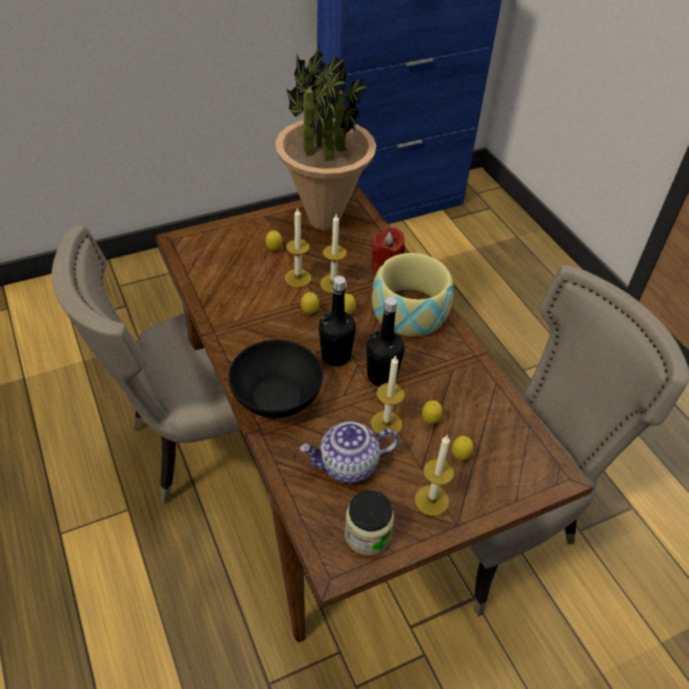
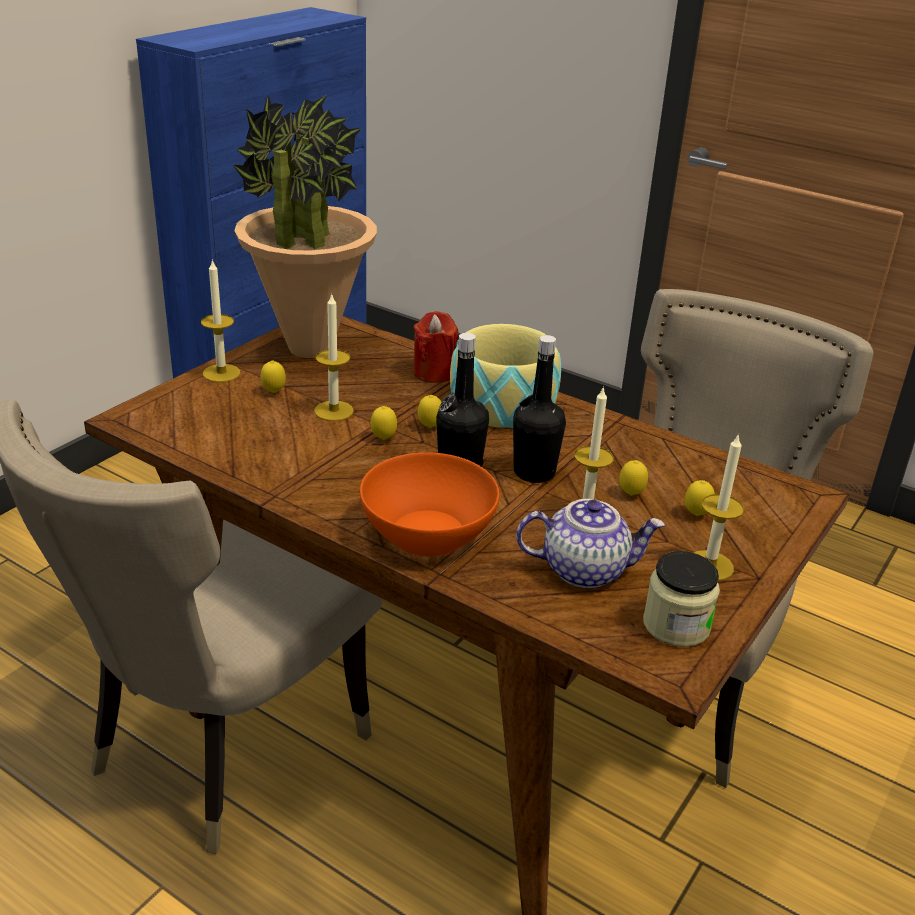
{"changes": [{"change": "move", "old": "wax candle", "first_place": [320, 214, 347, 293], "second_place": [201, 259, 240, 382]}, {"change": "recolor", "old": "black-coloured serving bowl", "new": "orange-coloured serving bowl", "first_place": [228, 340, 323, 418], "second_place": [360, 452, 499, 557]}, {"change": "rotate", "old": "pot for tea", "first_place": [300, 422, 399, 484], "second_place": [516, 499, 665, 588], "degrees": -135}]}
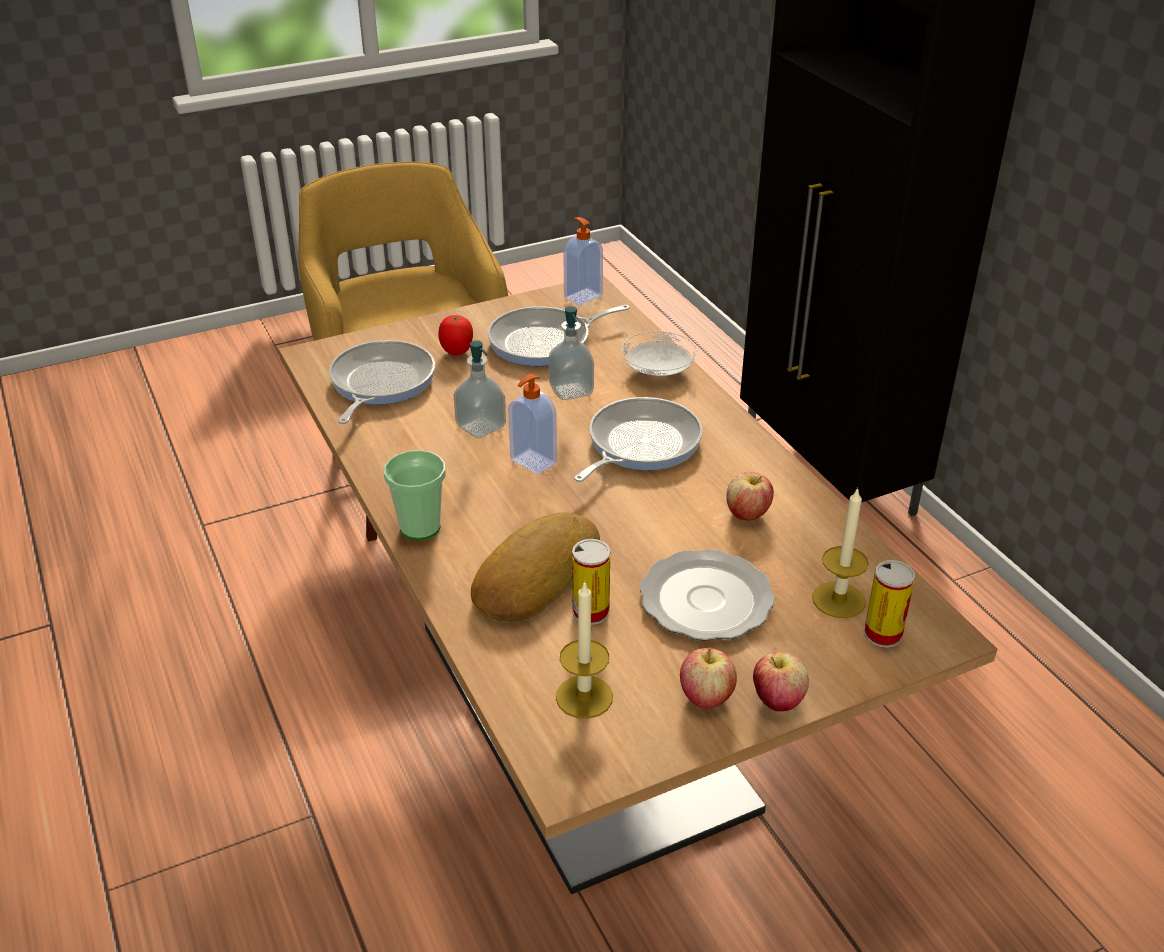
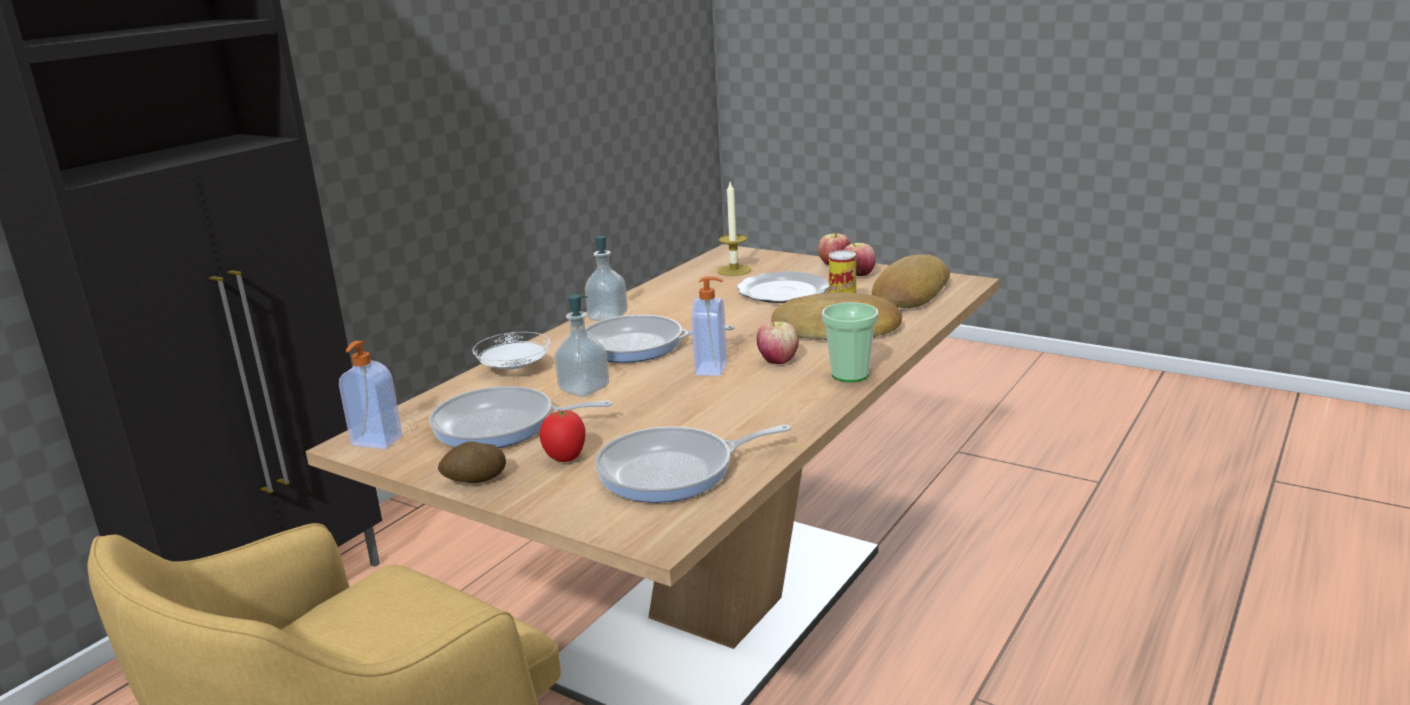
{"changes": [{"change": "delete", "old": "sealed can", "first_place": [864, 560, 915, 648]}, {"change": "insert", "new": "spud", "second_place": [438, 441, 506, 483]}, {"change": "move", "old": "soap dispenser", "first_place": [454, 340, 506, 438], "second_place": [585, 236, 628, 321]}, {"change": "move", "old": "apple fruit", "first_place": [726, 472, 774, 520], "second_place": [757, 318, 799, 364]}, {"change": "replace", "old": "wax candle", "new": "bread", "first_place": [556, 581, 613, 719], "second_place": [872, 254, 950, 308]}, {"change": "rotate", "old": "pan", "first_place": [488, 305, 630, 366], "second_place": [429, 386, 613, 448], "degrees": 150}]}
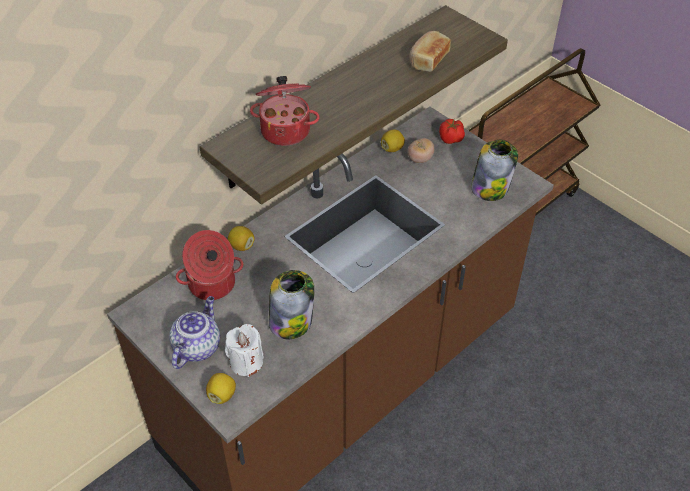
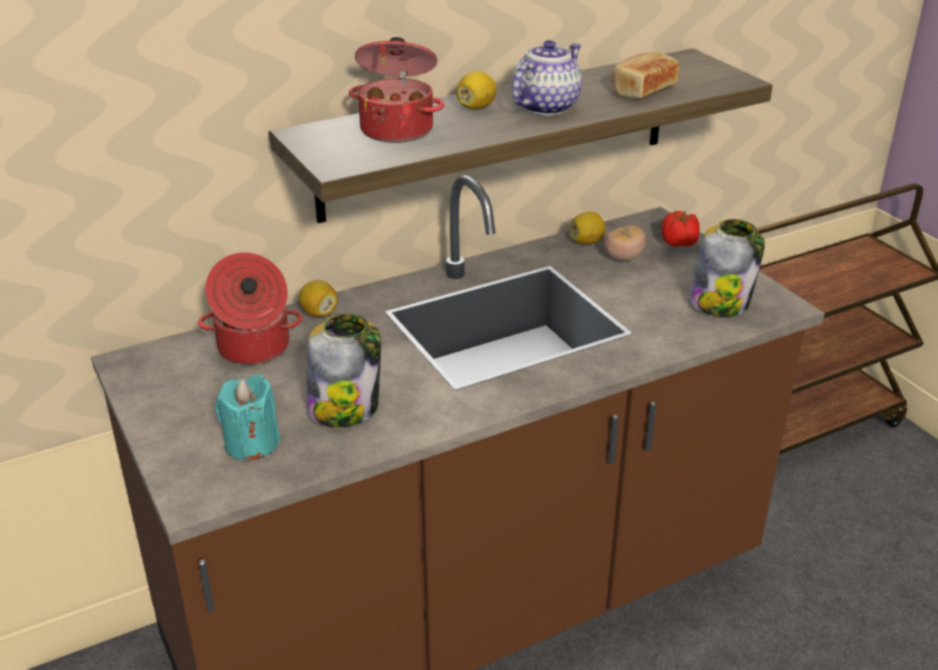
{"changes": [{"change": "move", "old": "pot for tea", "first_place": [169, 296, 220, 369], "second_place": [512, 40, 582, 115]}, {"change": "move", "old": "whole lemon", "first_place": [206, 373, 236, 404], "second_place": [456, 71, 497, 110]}, {"change": "recolor", "old": "white wax candle", "new": "blue-green wax candle", "first_place": [225, 324, 264, 377], "second_place": [215, 374, 280, 462]}]}
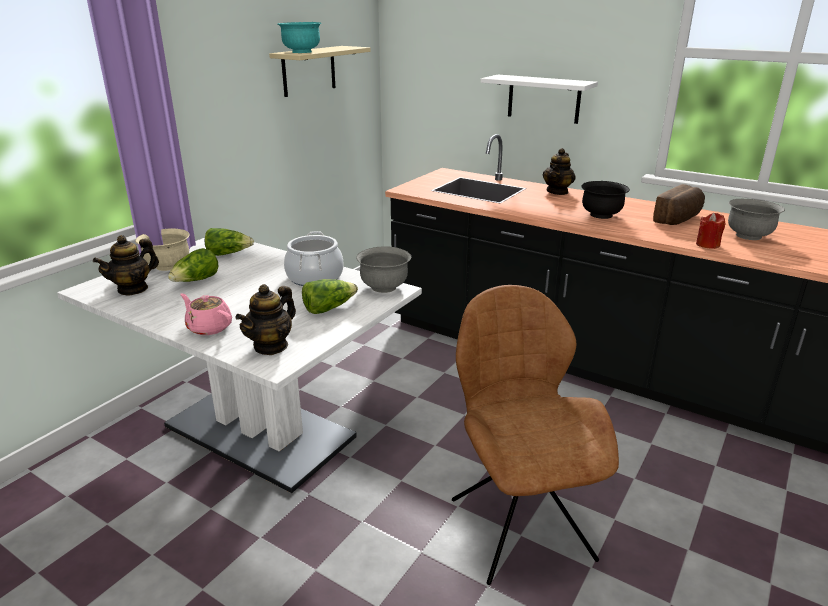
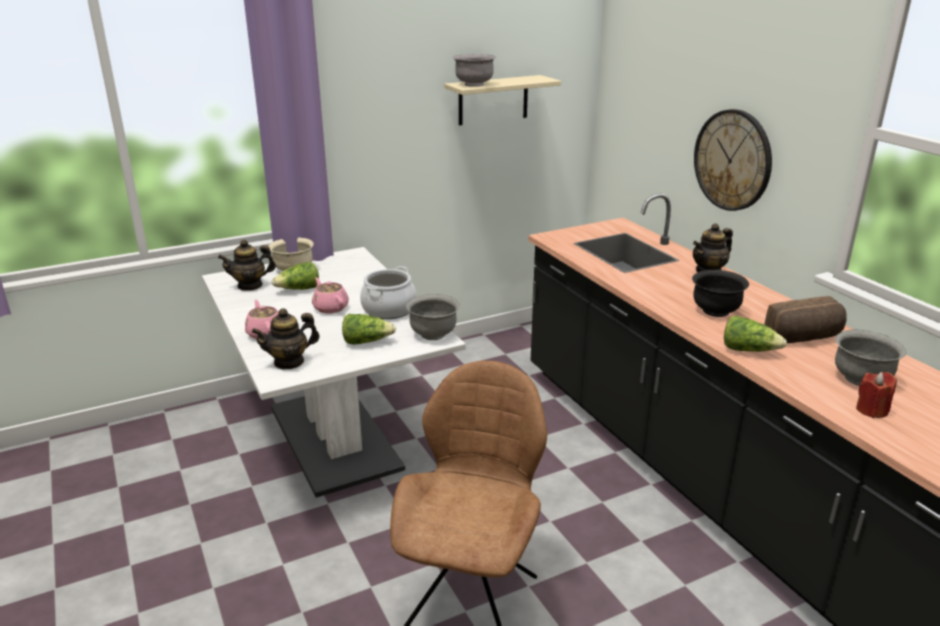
{"changes": [{"change": "insert", "new": "pink-coloured pot for tea", "second_place": [312, 277, 349, 313]}, {"change": "move", "old": "lettuce", "first_place": [205, 228, 254, 256], "second_place": [724, 316, 787, 352]}, {"change": "move", "old": "red-coloured wax candle", "first_place": [696, 213, 726, 249], "second_place": [856, 372, 897, 418]}, {"change": "replace", "old": "white shelf", "new": "wall clock", "first_place": [481, 75, 598, 124], "second_place": [694, 109, 772, 211]}, {"change": "recolor", "old": "blue-green serving bowl", "new": "grey serving bowl", "first_place": [278, 22, 321, 53], "second_place": [452, 54, 496, 87]}]}
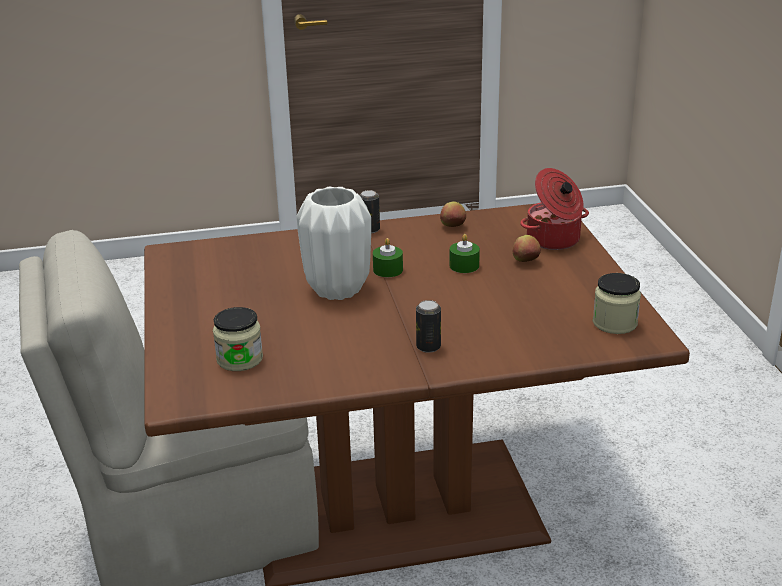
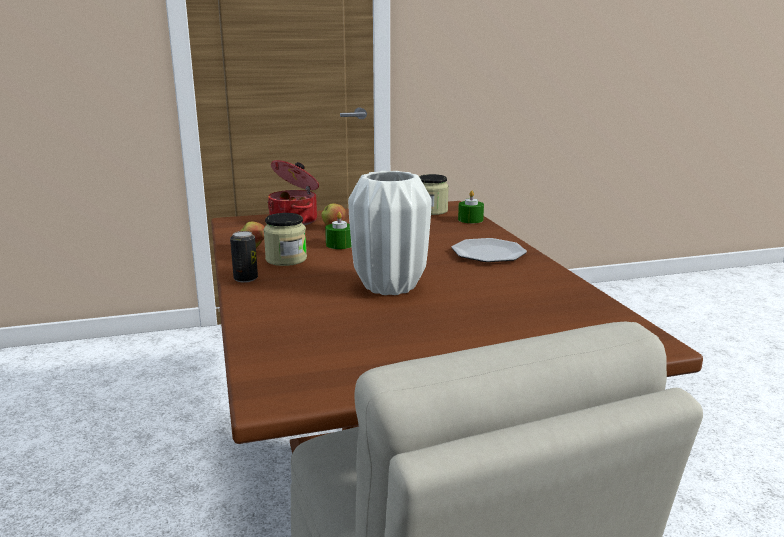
{"changes": [{"change": "move", "old": "storage jar", "first_place": [213, 307, 263, 371], "second_place": [263, 213, 307, 266]}, {"change": "move", "old": "green-coloured wax candle", "first_place": [373, 238, 403, 277], "second_place": [458, 190, 484, 223]}, {"change": "replace", "old": "sealed can", "new": "dinner plate", "first_place": [416, 300, 441, 353], "second_place": [451, 238, 527, 262]}]}
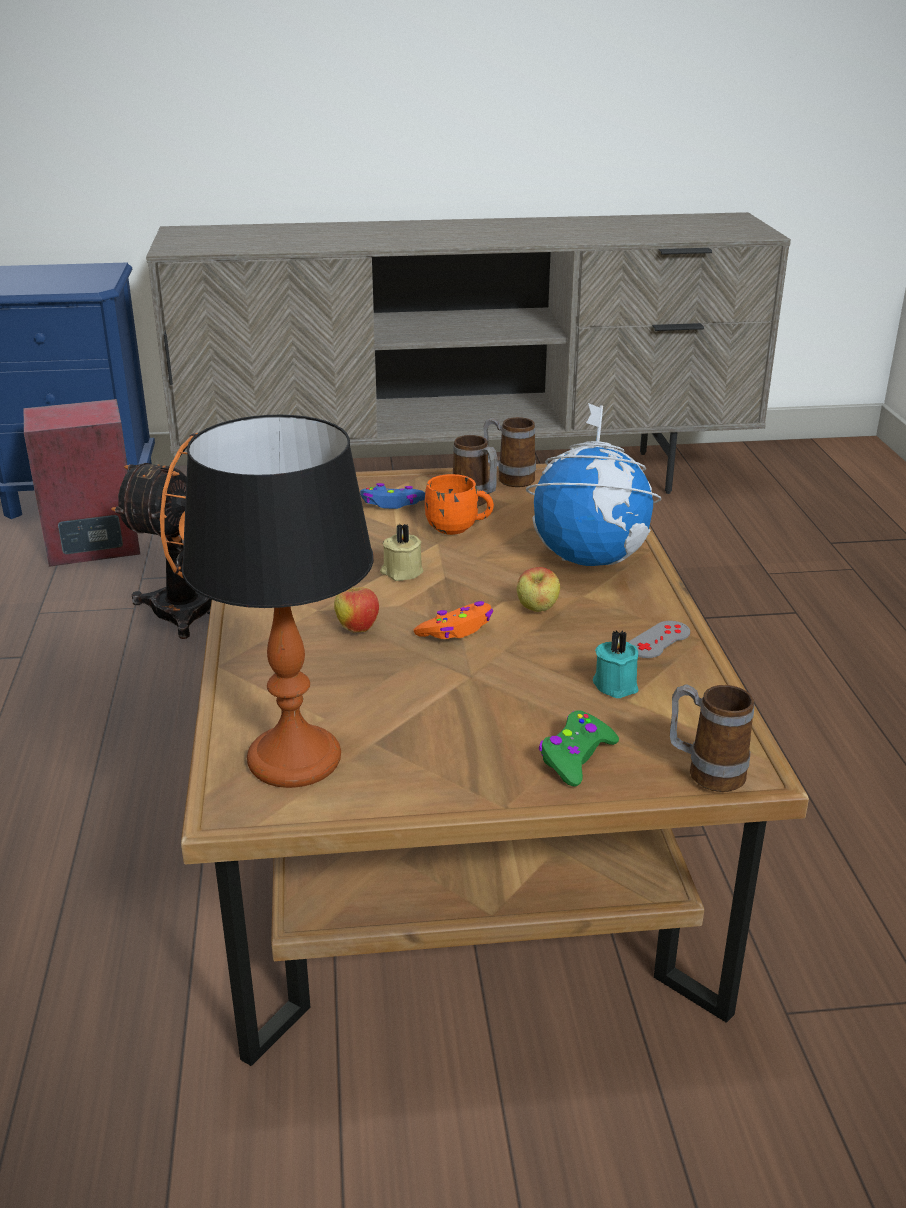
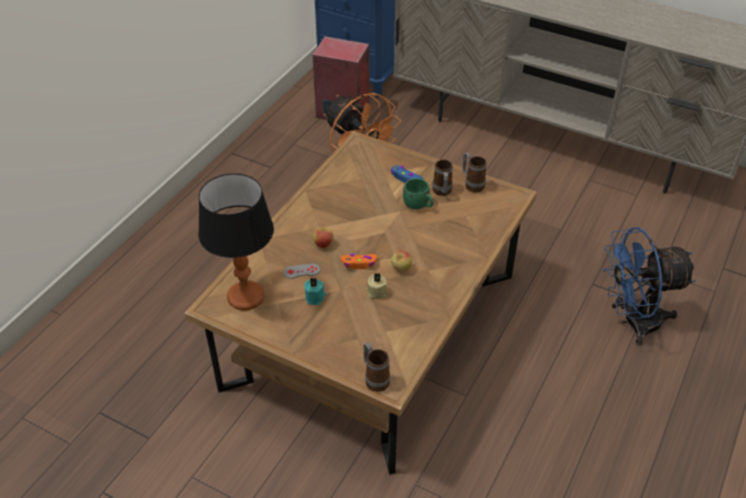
{"changes": [{"change": "delete", "old": "desk globe", "first_place": [526, 403, 661, 566]}, {"change": "delete", "old": "green-coloured game controller", "first_place": [539, 710, 619, 786]}, {"change": "insert", "new": "blue-coloured electric fan", "second_place": [603, 227, 696, 346]}, {"change": "move", "old": "beige wax candle", "first_place": [380, 523, 423, 581], "second_place": [366, 273, 387, 299]}, {"change": "move", "old": "blue-green wax candle", "first_place": [593, 630, 639, 698], "second_place": [304, 277, 326, 305]}, {"change": "move", "old": "grey game controller", "first_place": [628, 621, 690, 658], "second_place": [283, 263, 320, 279]}, {"change": "recolor", "old": "orange-coloured coffee mug", "new": "green-coloured coffee mug", "first_place": [425, 474, 494, 535], "second_place": [403, 178, 434, 210]}]}
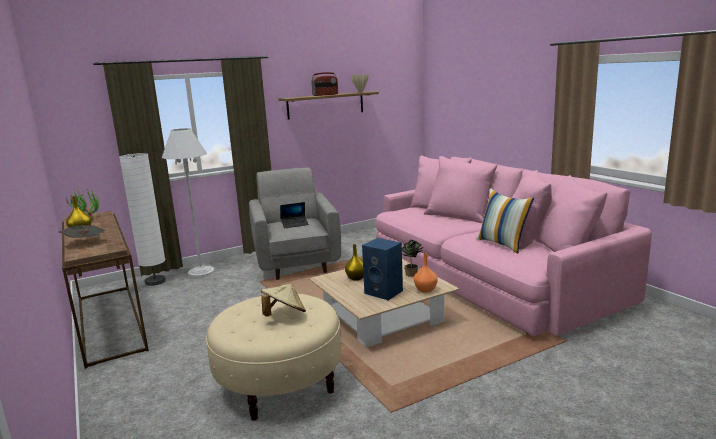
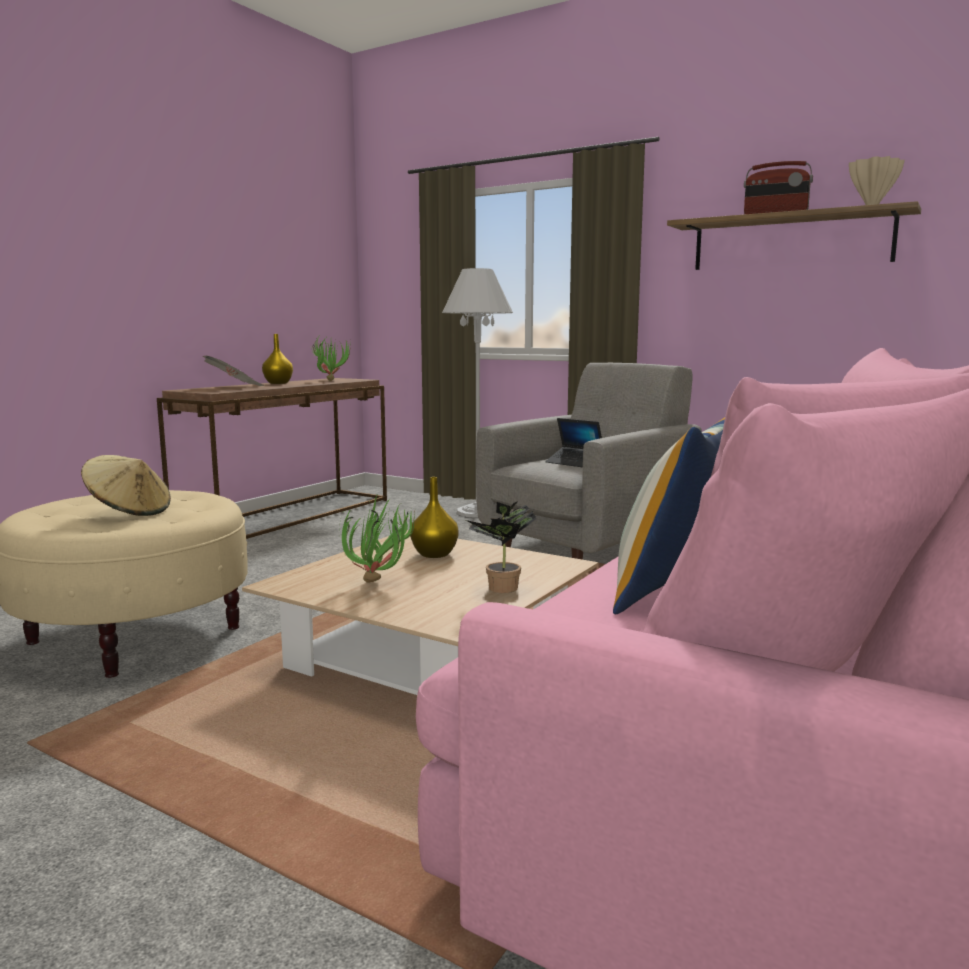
{"changes": [{"change": "delete", "old": "white floor lamp", "first_place": [119, 153, 166, 286]}, {"change": "delete", "old": "orange-coloured decorative vase", "first_place": [414, 254, 438, 293]}, {"change": "replace", "old": "blue-coloured speaker", "new": "plant in a pot", "first_place": [362, 238, 403, 300], "second_place": [339, 493, 415, 583]}]}
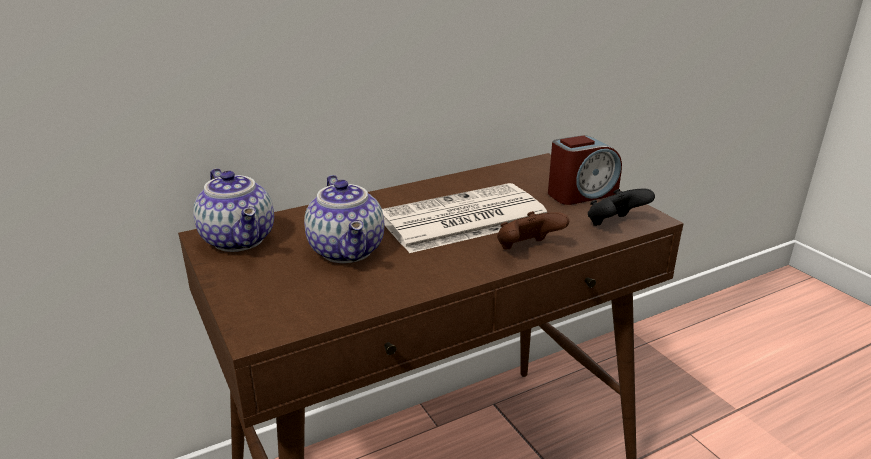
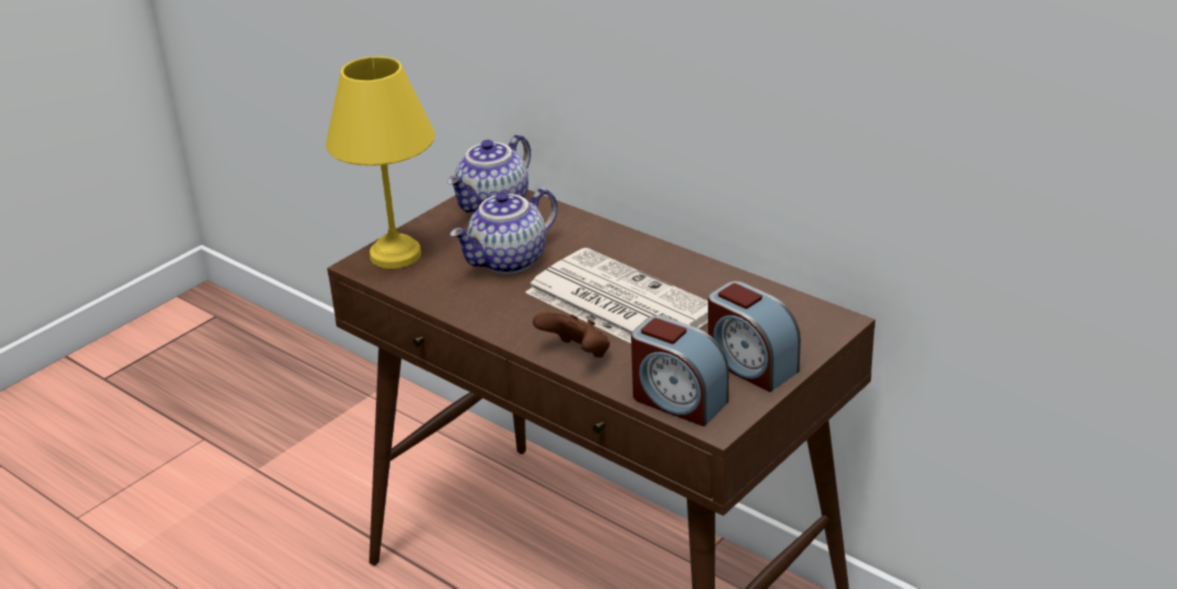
{"changes": [{"change": "insert", "new": "yellow-coloured tabletop lamp", "second_place": [326, 56, 435, 269]}, {"change": "replace", "old": "black-coloured game controller", "new": "bedside clock", "first_place": [588, 188, 655, 226], "second_place": [631, 315, 729, 427]}]}
